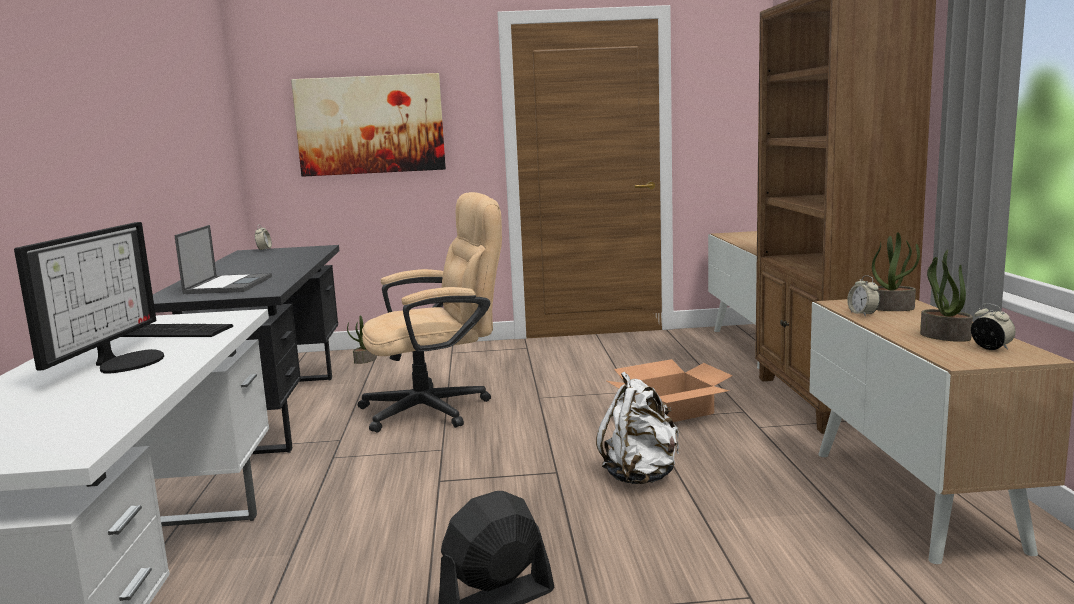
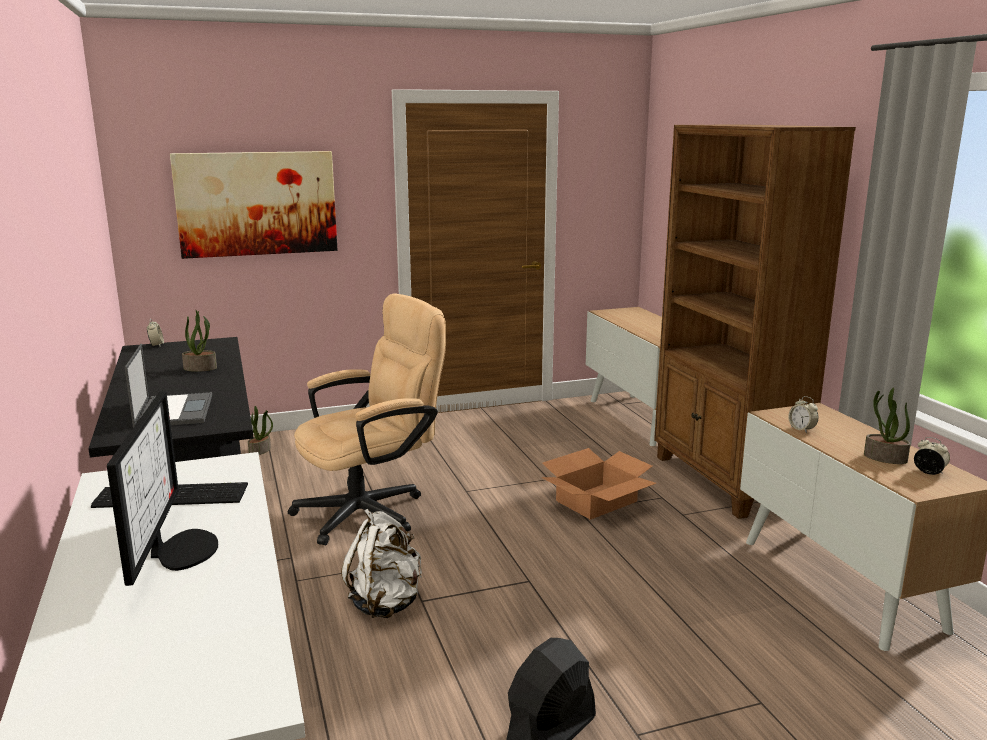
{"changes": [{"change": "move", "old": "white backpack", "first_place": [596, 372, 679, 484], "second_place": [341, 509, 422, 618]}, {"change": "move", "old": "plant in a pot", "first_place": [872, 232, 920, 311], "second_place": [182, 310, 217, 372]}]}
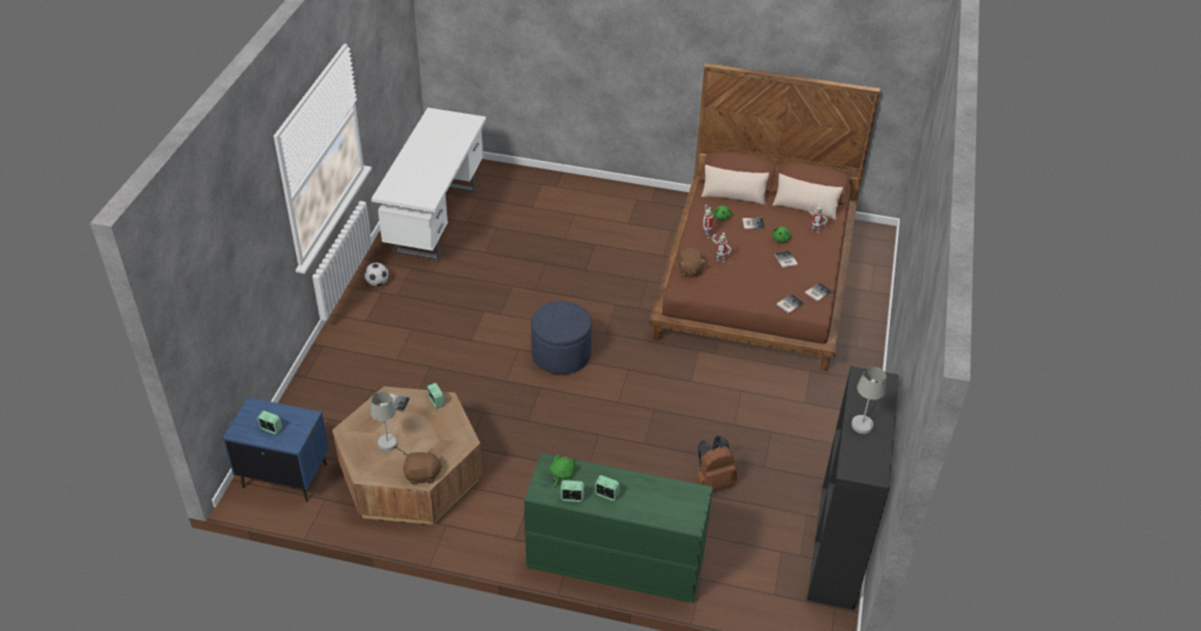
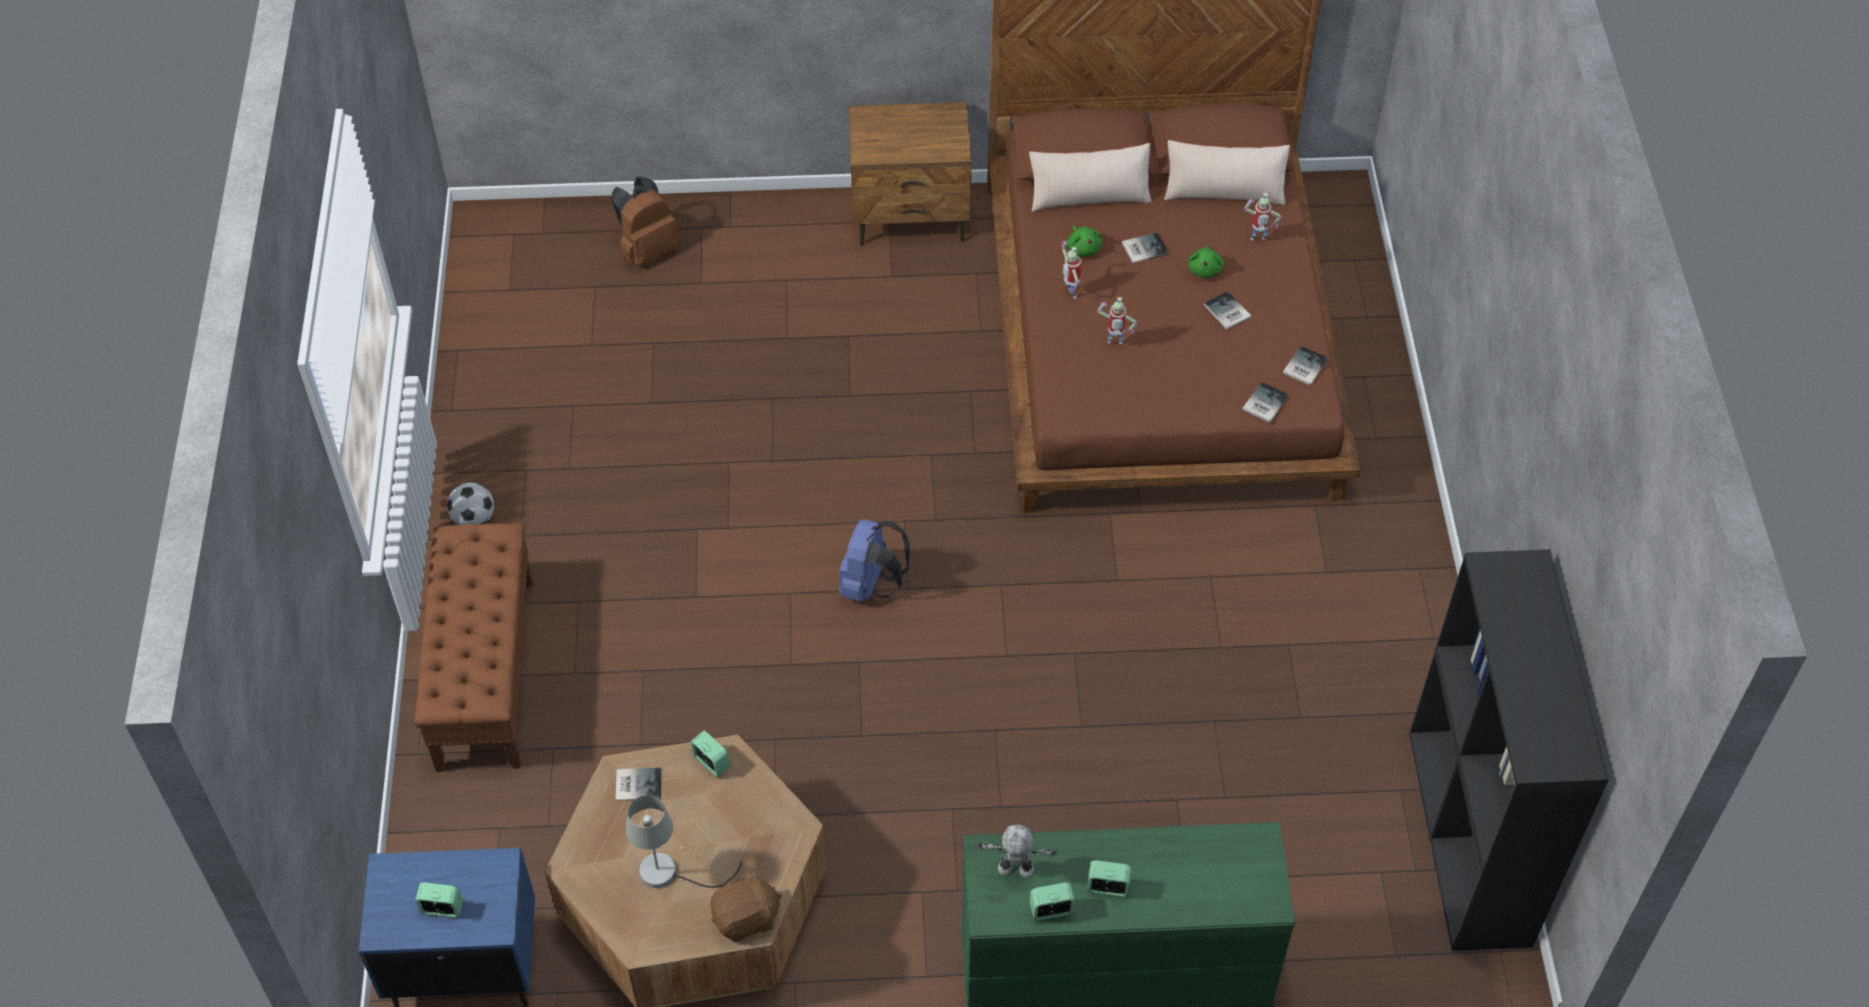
{"changes": [{"change": "delete", "old": "white desk table", "first_place": [371, 108, 486, 260]}, {"change": "delete", "old": "brown soft toy", "first_place": [678, 248, 706, 277]}, {"change": "delete", "old": "grey tabletop lamp", "first_place": [851, 367, 886, 434]}, {"change": "insert", "new": "brown indoor bench", "second_place": [415, 523, 533, 772]}, {"change": "insert", "new": "brown bedside table", "second_place": [849, 102, 972, 246]}, {"change": "move", "old": "brown backpack", "first_place": [696, 435, 737, 492], "second_place": [611, 176, 681, 267]}, {"change": "replace", "old": "blue-coloured footrest", "new": "blue-coloured backpack", "first_place": [531, 301, 592, 374], "second_place": [839, 520, 910, 602]}, {"change": "replace", "old": "green-coloured soft toy", "new": "robot figure", "first_place": [550, 454, 574, 488], "second_place": [977, 824, 1057, 878]}]}
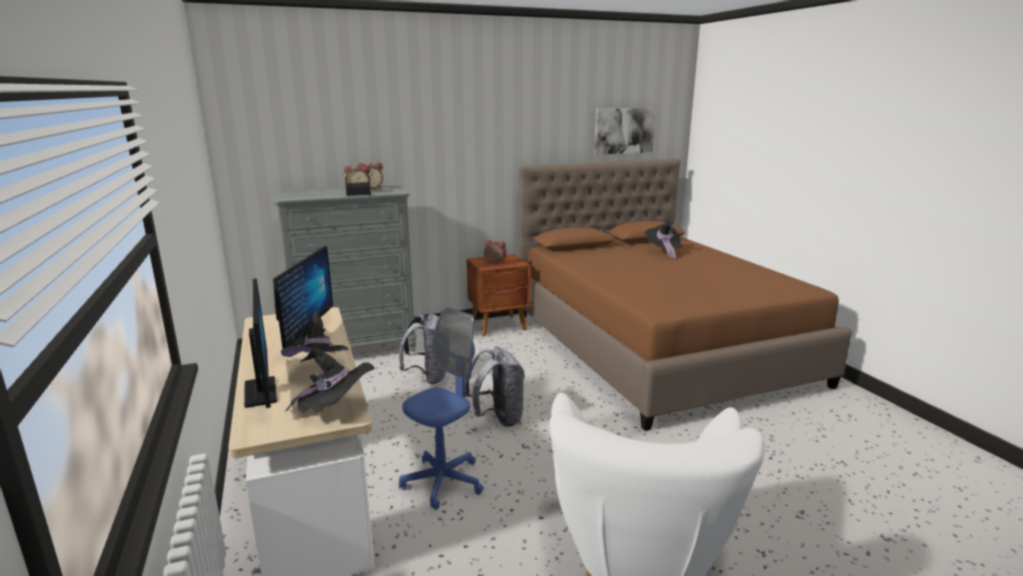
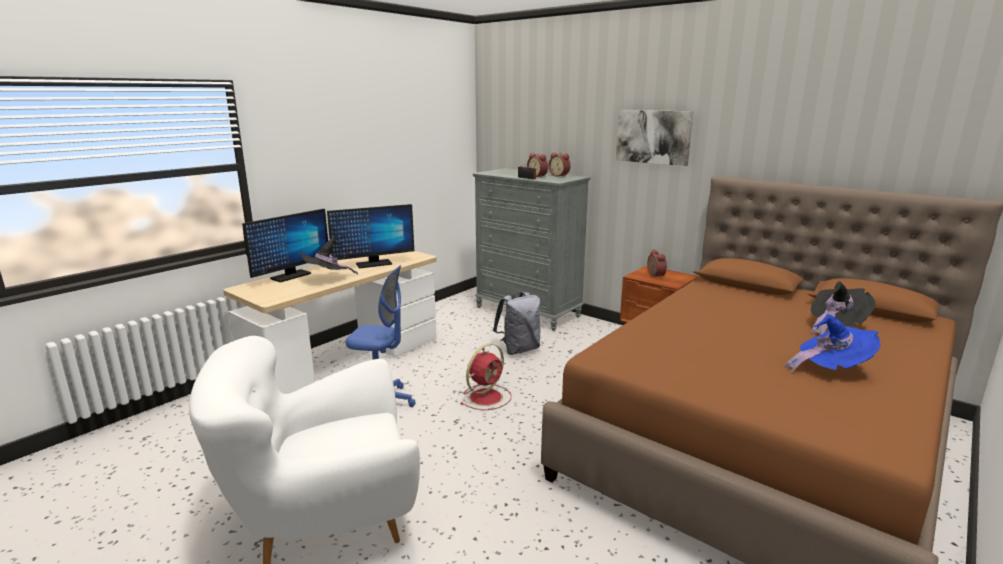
{"changes": [{"change": "delete", "old": "black-coloured hat", "first_place": [285, 348, 374, 413]}, {"change": "insert", "new": "blue-coloured hat", "second_place": [784, 314, 880, 373]}, {"change": "move", "old": "wall picture", "first_place": [594, 108, 656, 155], "second_place": [616, 110, 693, 166]}, {"change": "replace", "old": "grey backpack", "new": "red-coloured electric fan", "first_place": [465, 346, 525, 427], "second_place": [460, 344, 511, 410]}]}
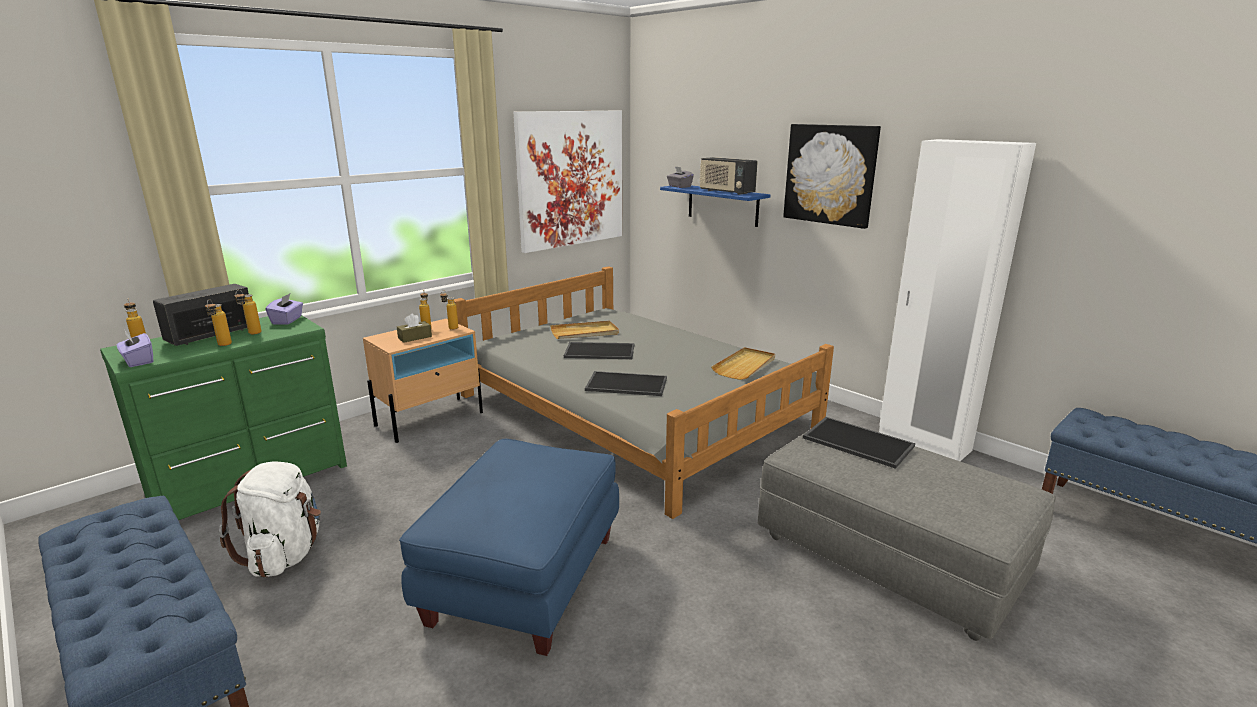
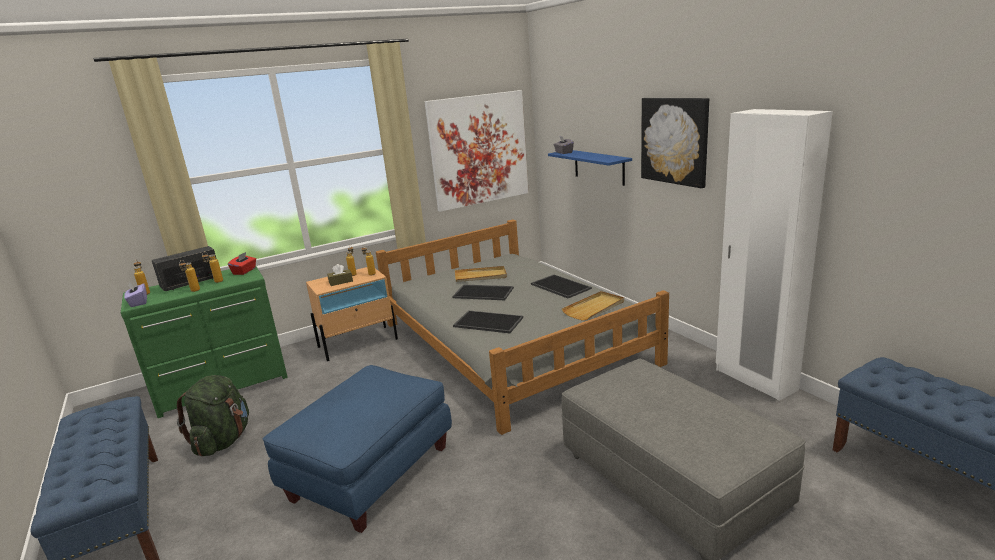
{"changes": [{"change": "delete", "old": "radio set", "first_place": [699, 157, 758, 195]}, {"change": "move", "old": "tray", "first_place": [803, 417, 915, 469], "second_place": [531, 275, 592, 298]}, {"change": "recolor", "old": "white backpack", "new": "green-coloured backpack", "first_place": [219, 462, 321, 578], "second_place": [177, 375, 249, 457]}, {"change": "recolor", "old": "purplish tissue box", "new": "red-coloured tissue box", "first_place": [266, 293, 303, 325], "second_place": [228, 252, 256, 275]}]}
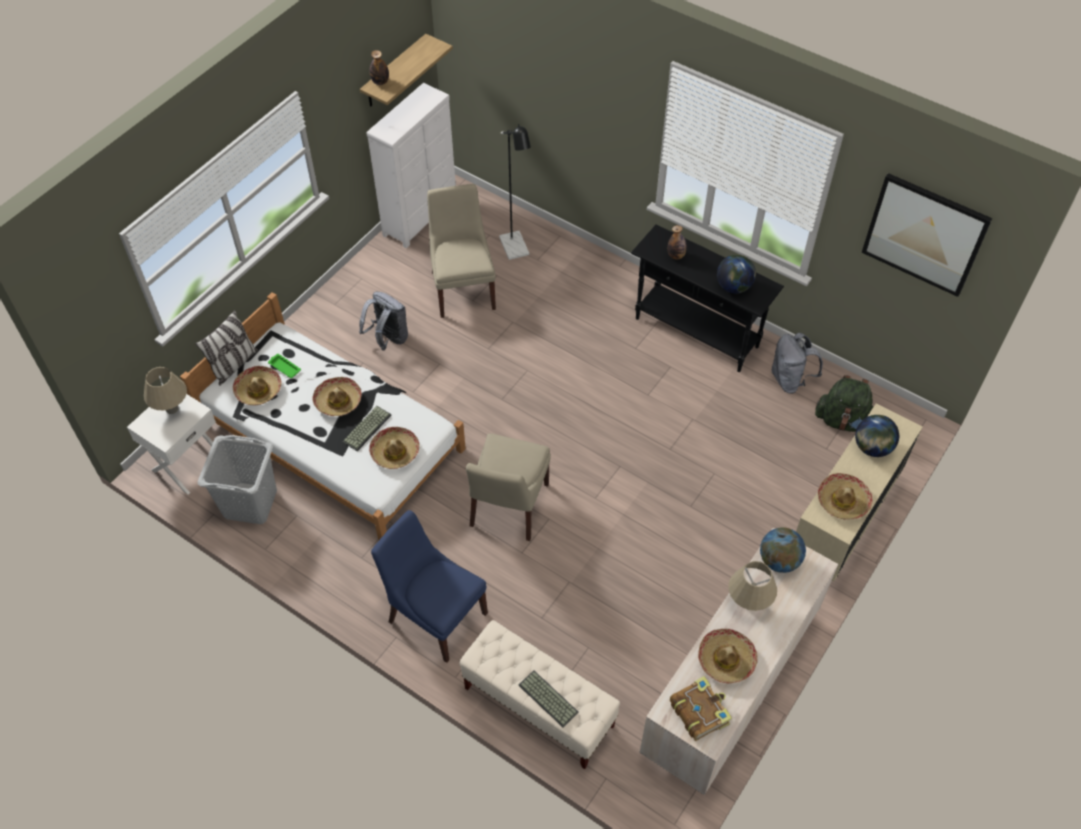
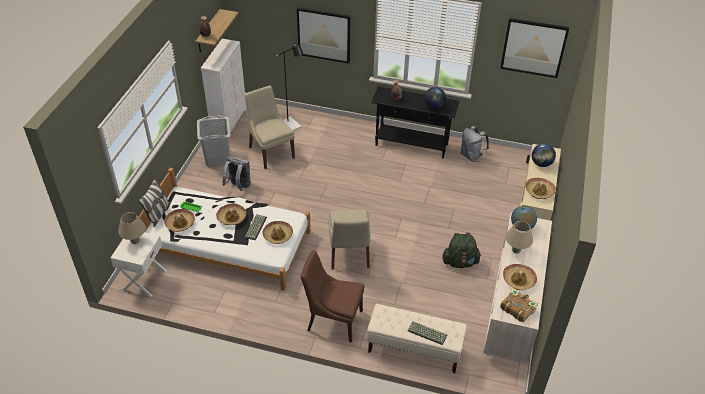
{"changes": [{"change": "insert", "new": "wall picture", "second_place": [297, 7, 351, 64]}, {"change": "move", "old": "grey laundry basket", "first_place": [198, 435, 277, 524], "second_place": [197, 116, 231, 166]}, {"change": "move", "old": "green-coloured backpack", "first_place": [815, 375, 874, 432], "second_place": [442, 233, 481, 268]}, {"change": "recolor", "old": "blue-coloured plain chair", "new": "brown plain chair", "first_place": [371, 510, 488, 663], "second_place": [300, 250, 365, 342]}]}
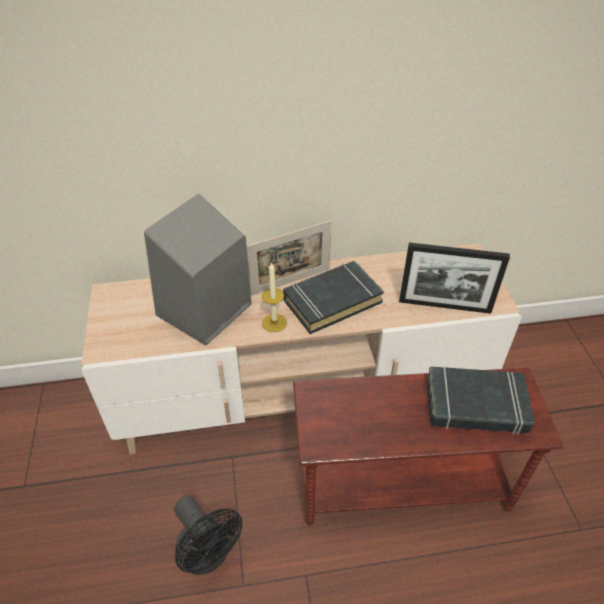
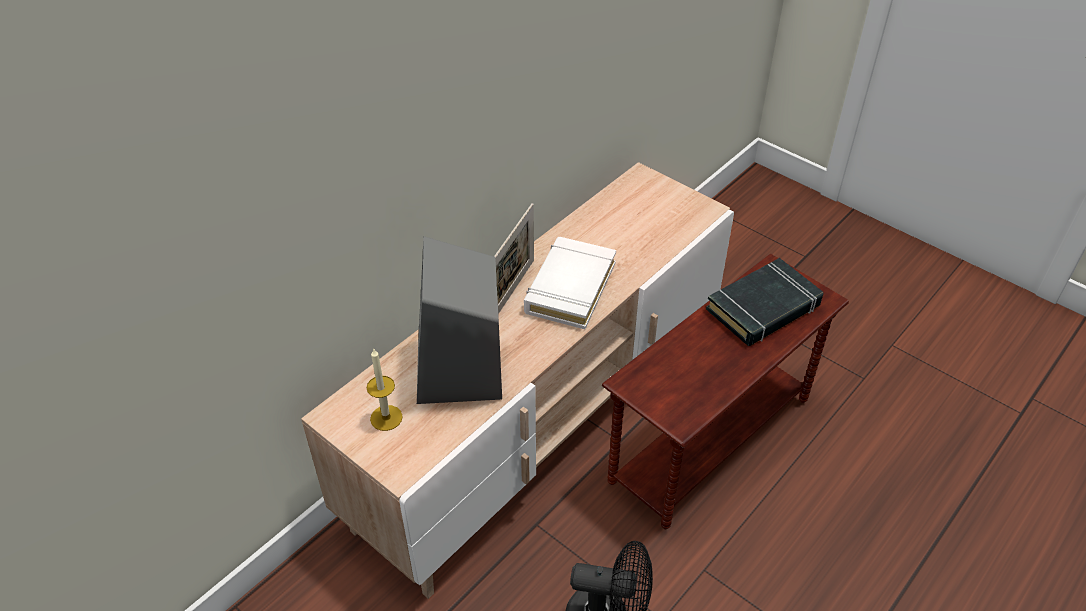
{"changes": [{"change": "delete", "old": "photo frame", "first_place": [399, 243, 510, 314]}, {"change": "move", "old": "wax candle", "first_place": [262, 262, 287, 332], "second_place": [366, 349, 403, 431]}, {"change": "recolor", "old": "black-coloured bound book", "new": "white bound book", "first_place": [283, 261, 384, 334], "second_place": [524, 237, 616, 329]}]}
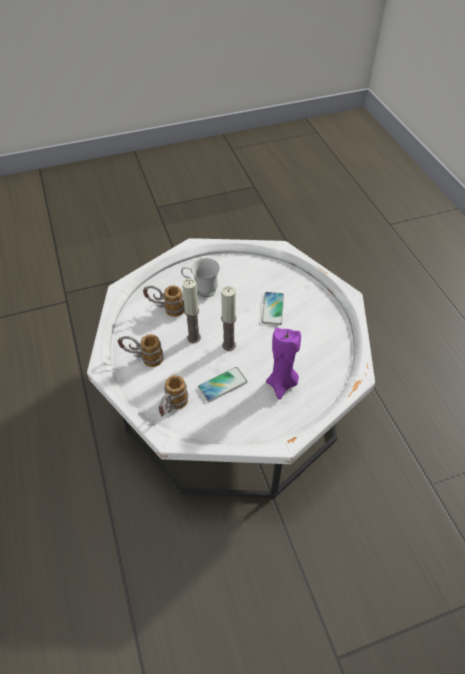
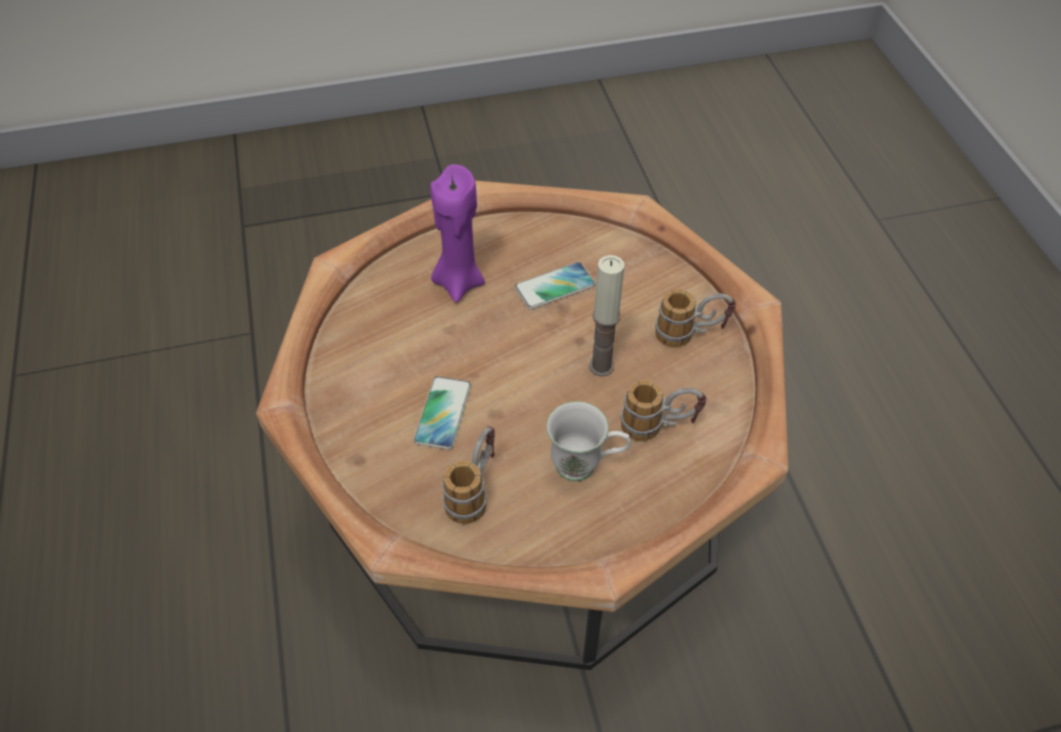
{"changes": [{"change": "delete", "old": "wax candle", "first_place": [221, 286, 236, 351]}, {"change": "move", "old": "coffee mug", "first_place": [158, 375, 188, 417], "second_place": [442, 426, 495, 524]}, {"change": "recolor", "old": "white low table", "new": "brown low table", "first_place": [87, 238, 375, 498], "second_place": [256, 180, 788, 670]}]}
